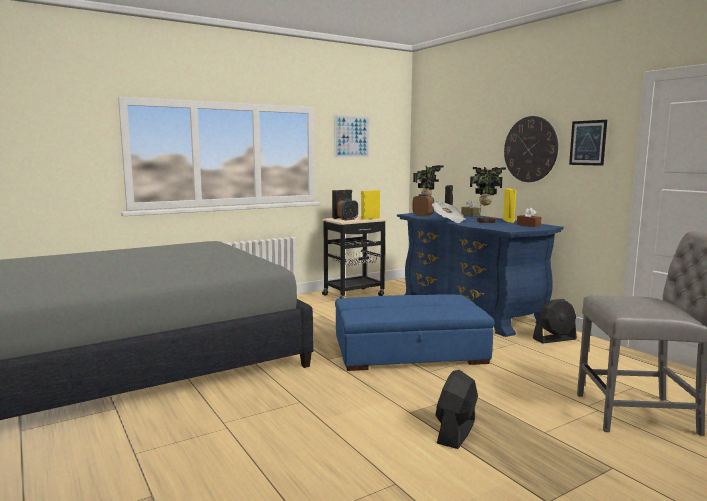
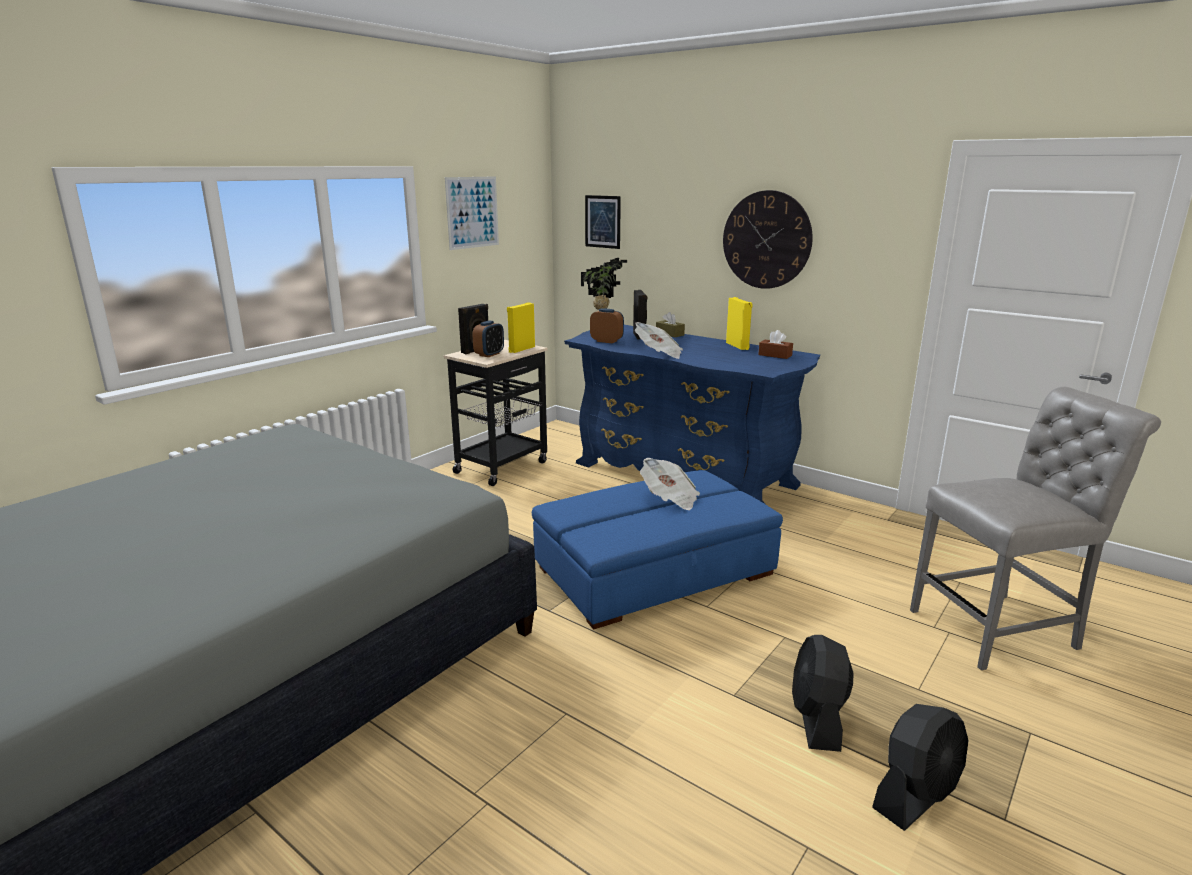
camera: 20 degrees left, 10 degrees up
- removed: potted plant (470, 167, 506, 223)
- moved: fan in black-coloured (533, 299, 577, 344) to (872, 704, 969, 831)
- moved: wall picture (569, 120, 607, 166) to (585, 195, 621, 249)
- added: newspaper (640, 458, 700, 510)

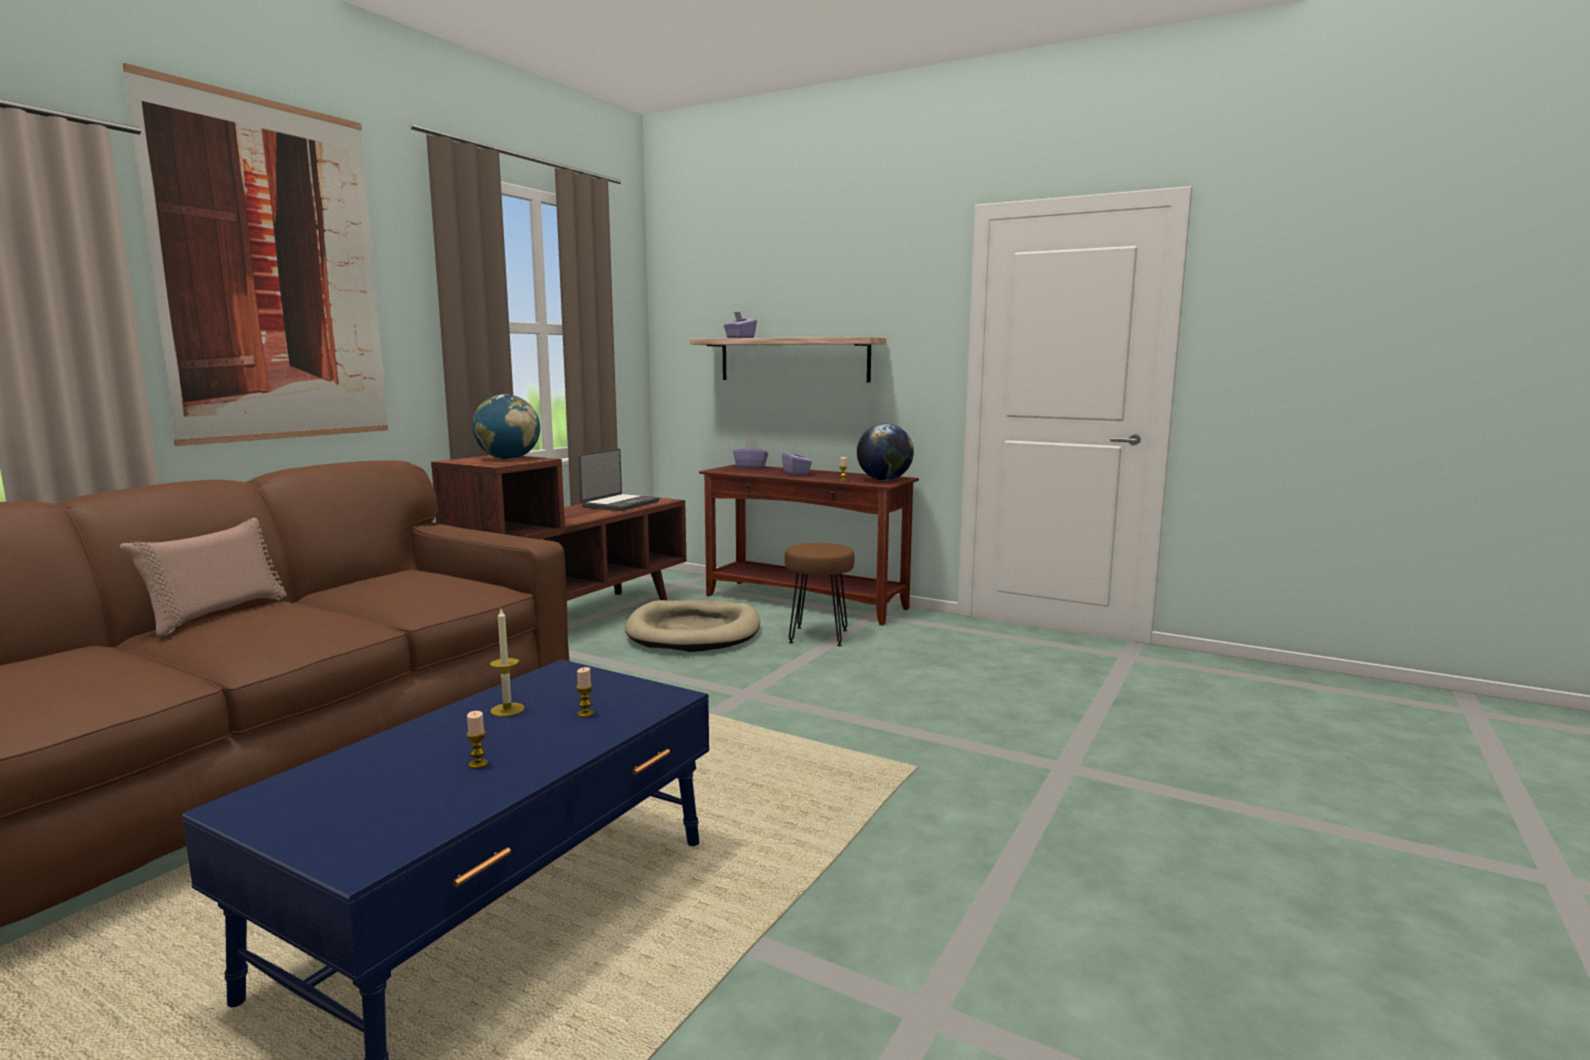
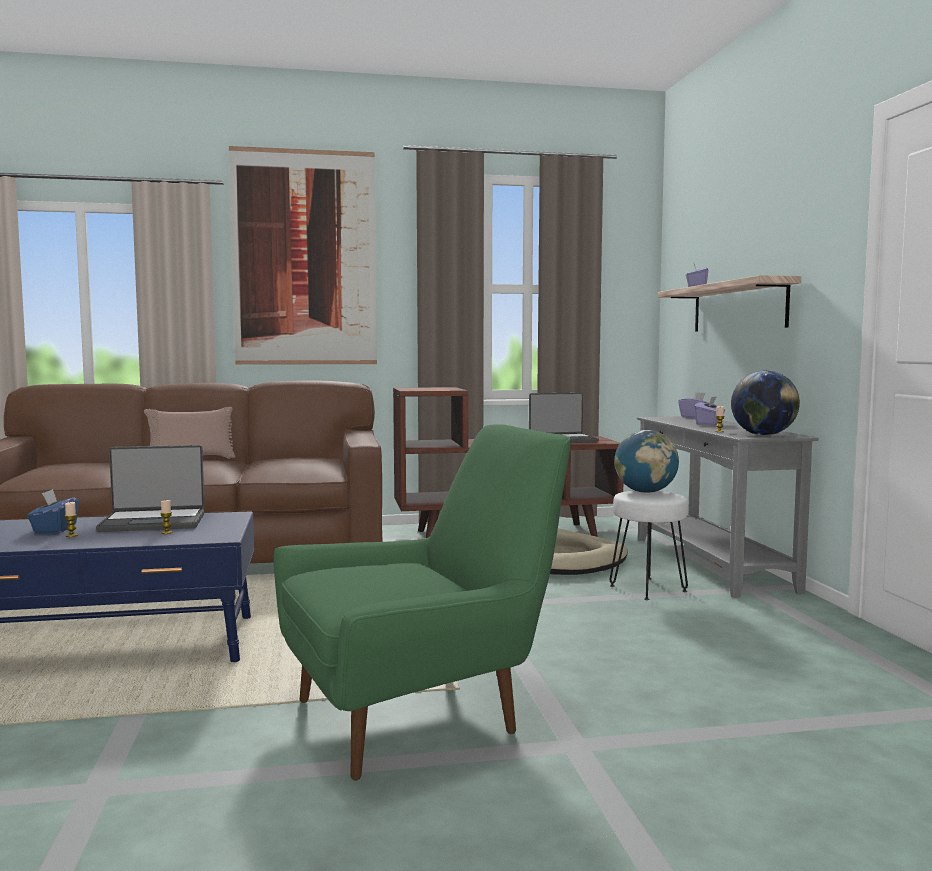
camera: 50 degrees right, 5 degrees down
- moved: desk globe (472, 394, 540, 459) to (614, 430, 679, 493)
- replaced: candle (490, 609, 525, 717) to laptop (96, 445, 205, 532)
- recoloured: hall table in brownish (699, 464, 919, 626) to hall table in gray (637, 416, 818, 598)
- recoloured: sitting stool in brownish (785, 543, 854, 646) to sitting stool in white-coloured (610, 491, 688, 600)
- added: box of tissues in blue-coloured (27, 489, 79, 534)
- added: easy chair in greenish (274, 424, 571, 781)

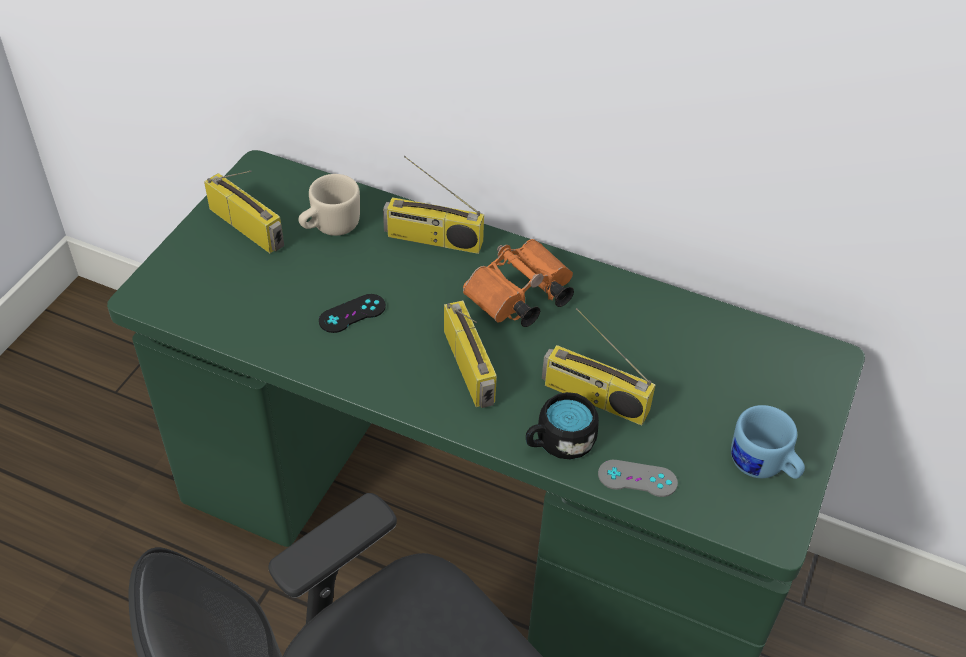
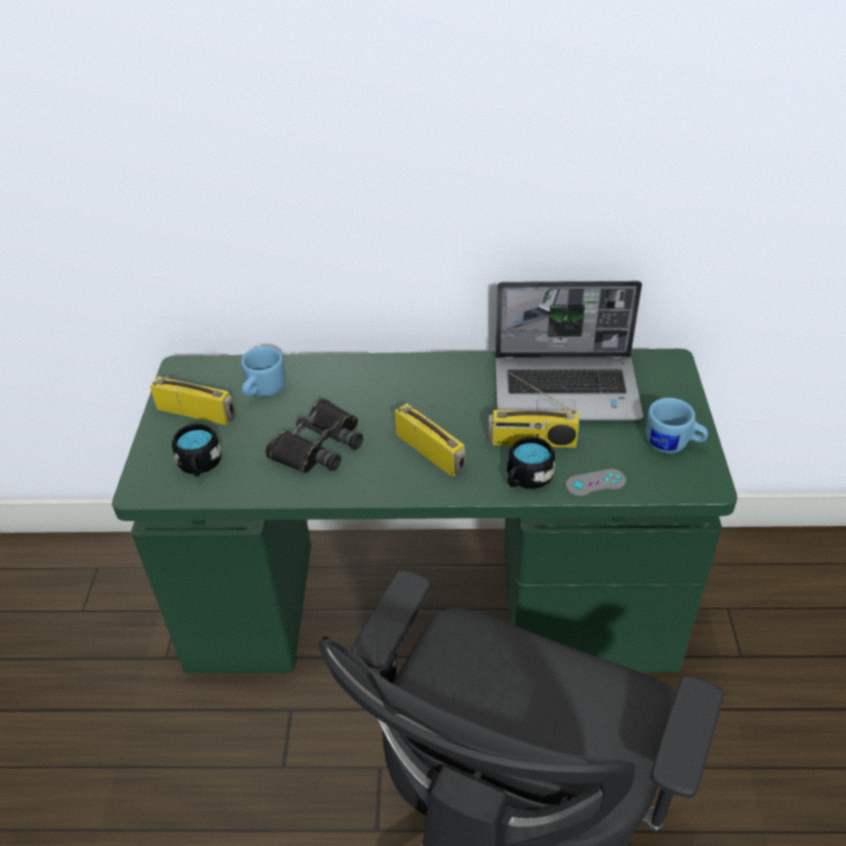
camera: 20 degrees left, 5 degrees down
- recoloured: mug in beige-coloured (298, 174, 360, 236) to mug in blue-coloured (241, 346, 285, 397)
- replaced: gamepad in black-coloured (319, 294, 386, 333) to field glasses in black-coloured (265, 398, 363, 473)
- removed: radio (383, 156, 484, 254)
- removed: field glasses in orange (463, 239, 574, 327)
- added: mug in black-coloured (172, 424, 222, 477)
- added: laptop (495, 281, 643, 420)

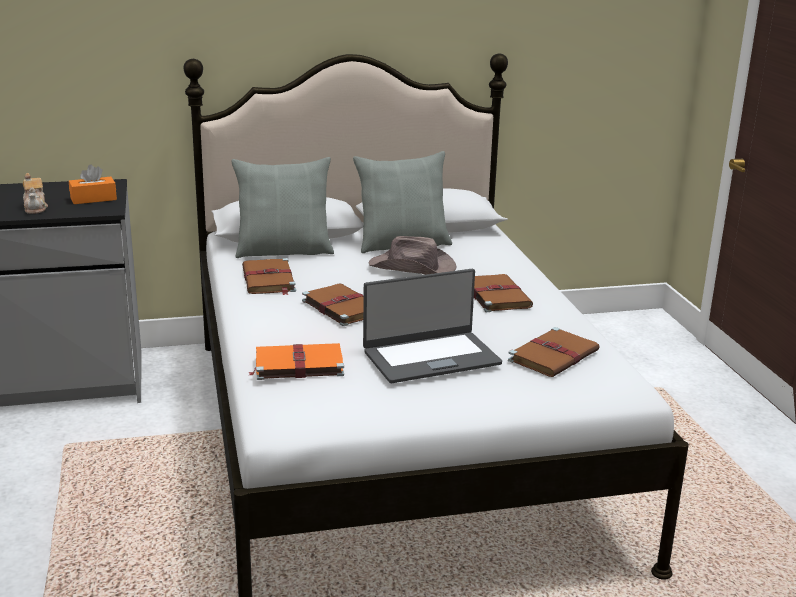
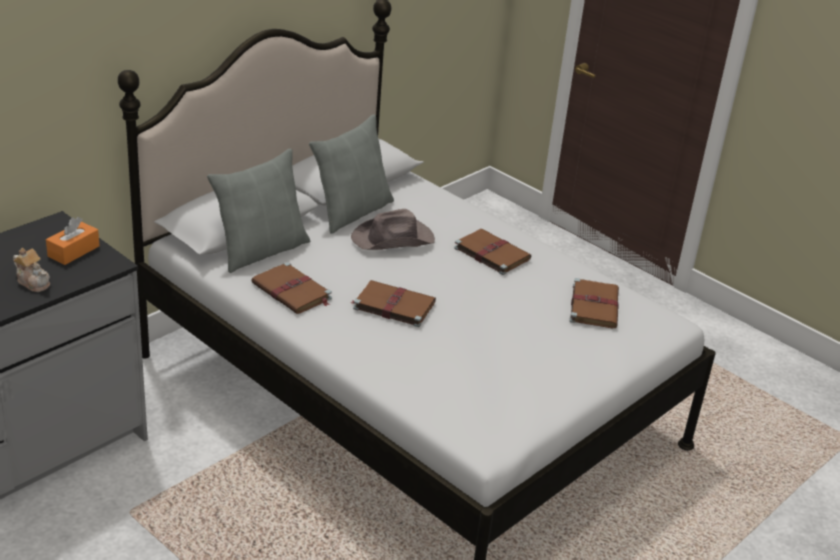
camera: 35 degrees left, 10 degrees up
- removed: volume in orange (248, 343, 344, 380)
- removed: laptop (363, 269, 502, 383)

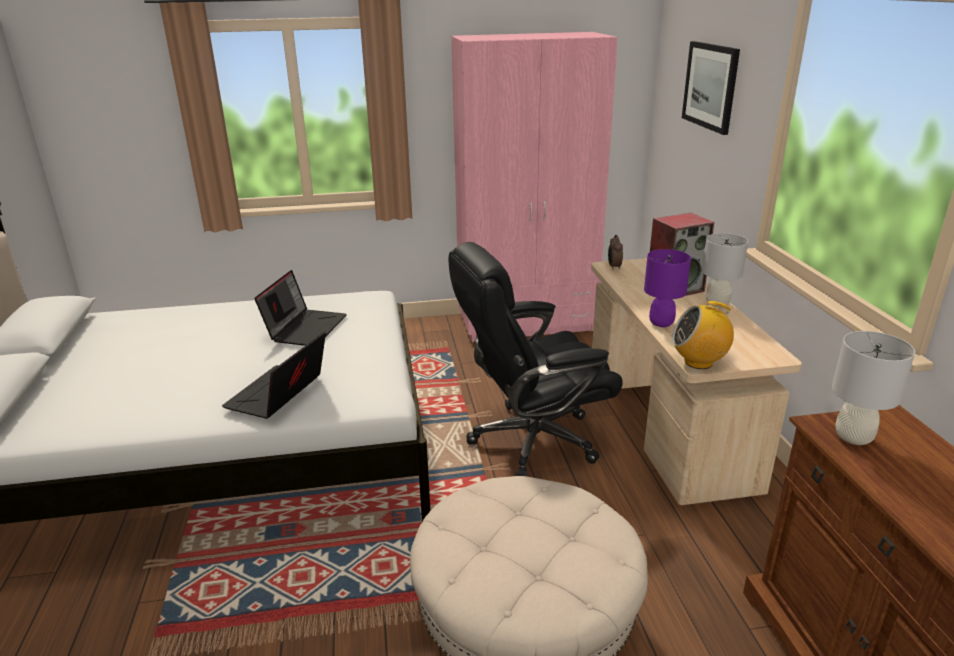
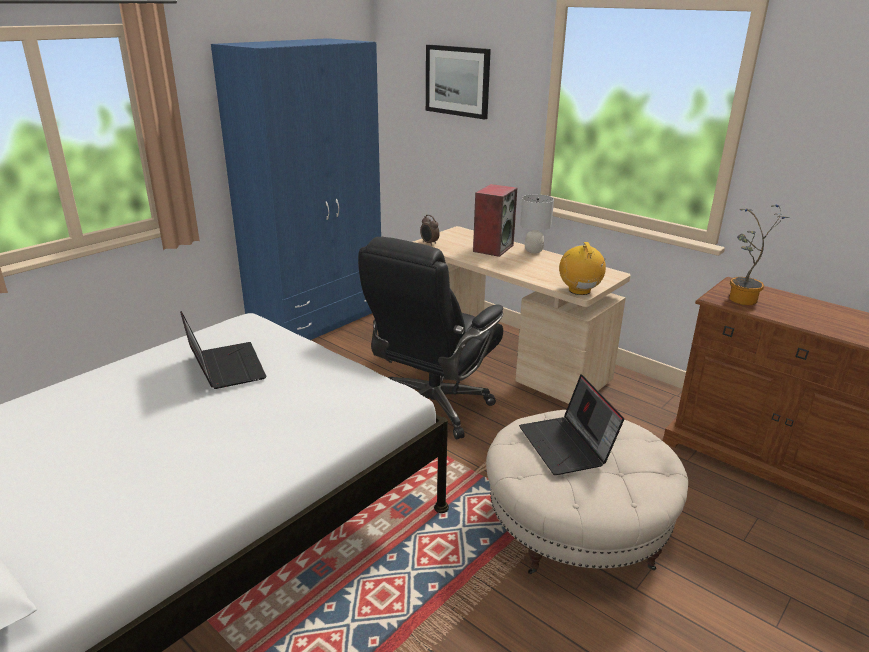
camera: 40 degrees left, 0 degrees up
- moved: laptop (222, 332, 326, 419) to (519, 374, 624, 475)
- recoloured: clothes cupboard in pinkish (451, 32, 618, 342) to clothes cupboard in blue-coloured (211, 38, 381, 340)
- removed: lamp for a table in purplish (644, 249, 691, 327)
- turned: radio (672, 301, 734, 369) = (559, 242, 606, 295) 120 degrees clockwise
- replaced: lamp for a table in gray (832, 331, 915, 445) to potted plant (729, 205, 790, 305)

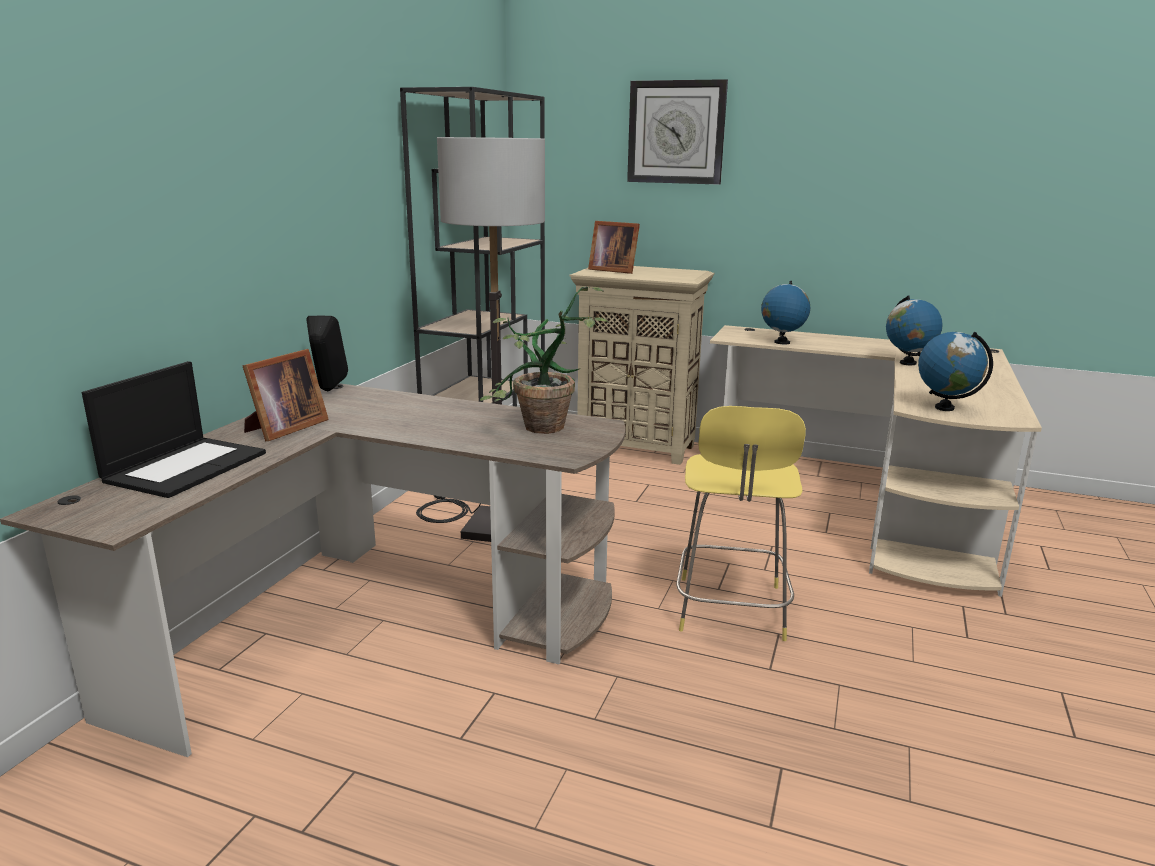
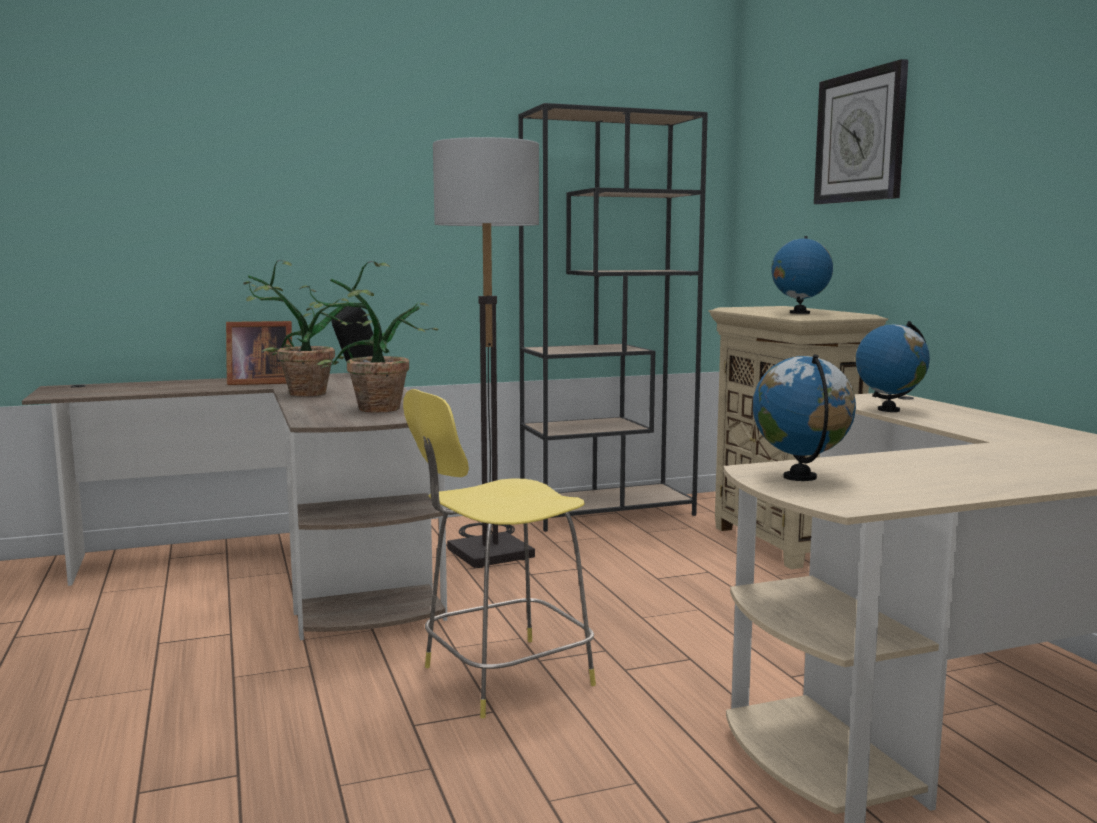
camera: 50 degrees right, 10 degrees down
- removed: laptop (82, 361, 266, 498)
- removed: photo frame (588, 221, 640, 274)
- moved: desk globe (886, 295, 943, 365) to (771, 236, 833, 314)
- added: potted plant (243, 260, 363, 396)

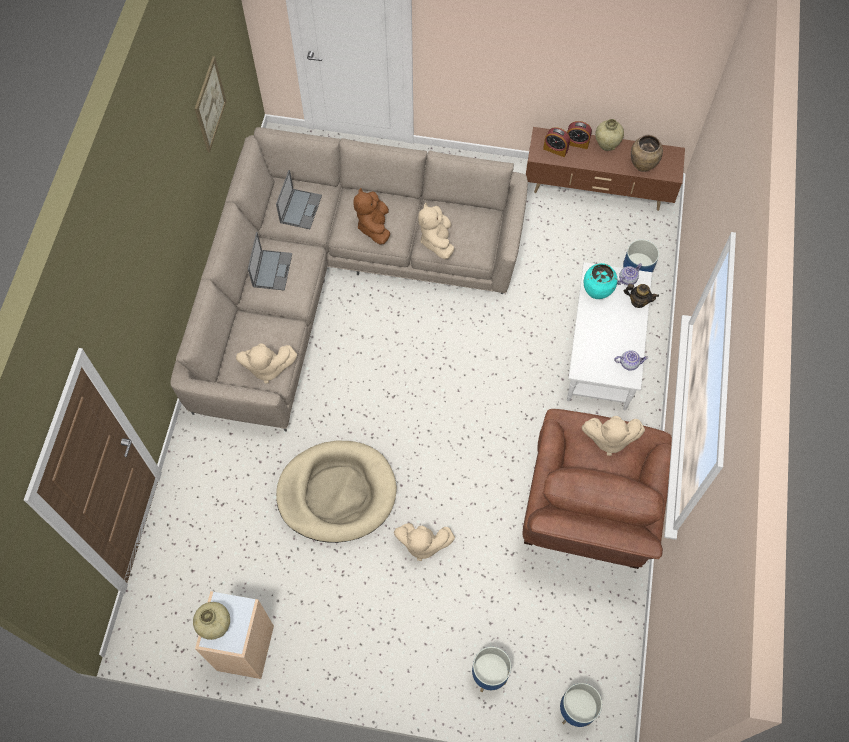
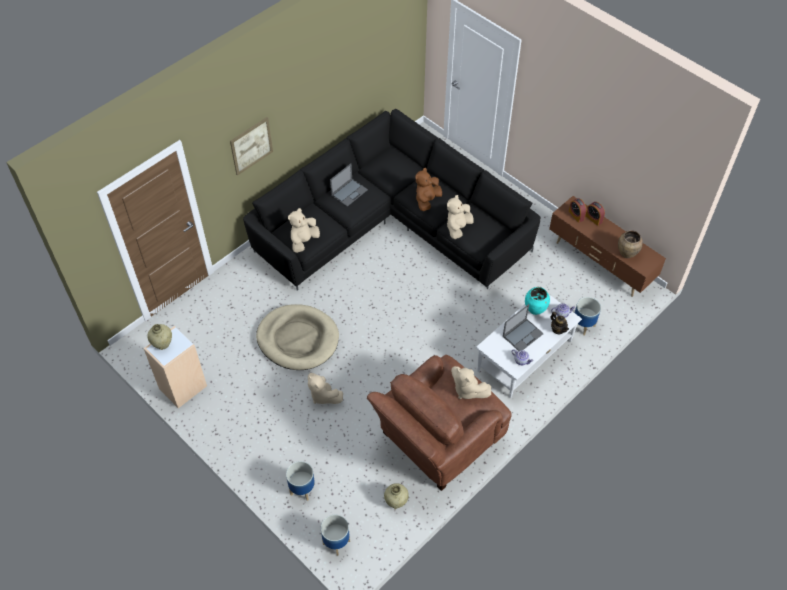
camera: 35 degrees right, 10 degrees down
- recoloured: settee in beige-coloured (170, 127, 528, 432) to settee in black-coloured (243, 109, 541, 291)
- moved: wall picture (195, 56, 227, 153) to (230, 117, 273, 176)
- turned: cuddly toy in beige-coloured (236, 343, 297, 384) = (288, 208, 320, 253) 90 degrees clockwise
- moved: laptop (276, 170, 322, 229) to (503, 304, 544, 351)
- moved: vase in beige-coloured (595, 119, 624, 151) to (384, 483, 409, 509)

